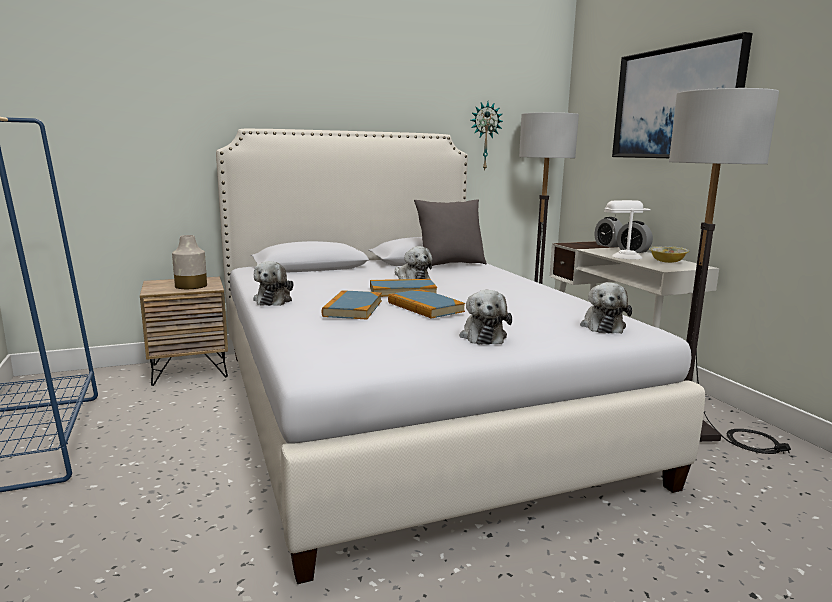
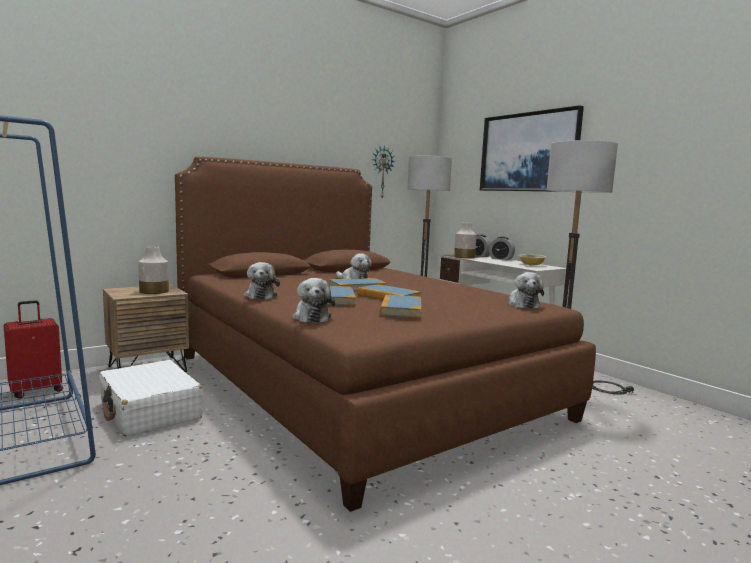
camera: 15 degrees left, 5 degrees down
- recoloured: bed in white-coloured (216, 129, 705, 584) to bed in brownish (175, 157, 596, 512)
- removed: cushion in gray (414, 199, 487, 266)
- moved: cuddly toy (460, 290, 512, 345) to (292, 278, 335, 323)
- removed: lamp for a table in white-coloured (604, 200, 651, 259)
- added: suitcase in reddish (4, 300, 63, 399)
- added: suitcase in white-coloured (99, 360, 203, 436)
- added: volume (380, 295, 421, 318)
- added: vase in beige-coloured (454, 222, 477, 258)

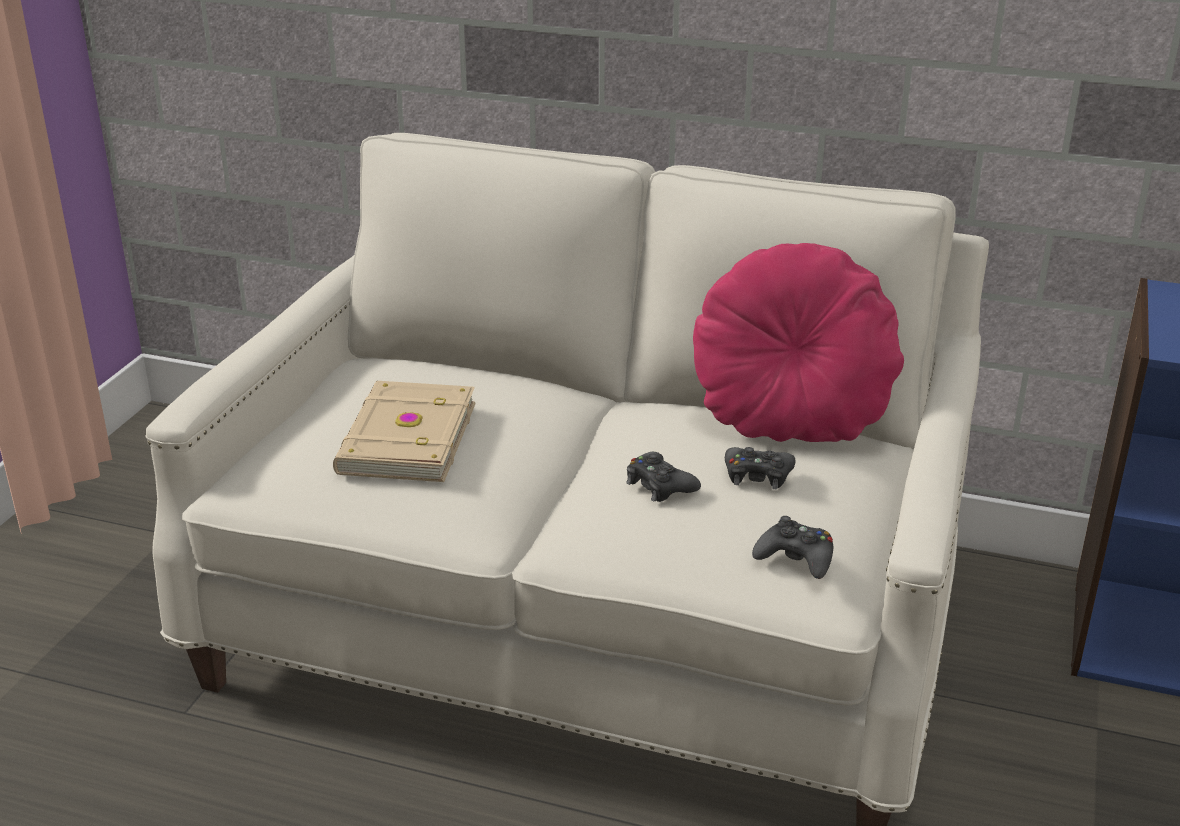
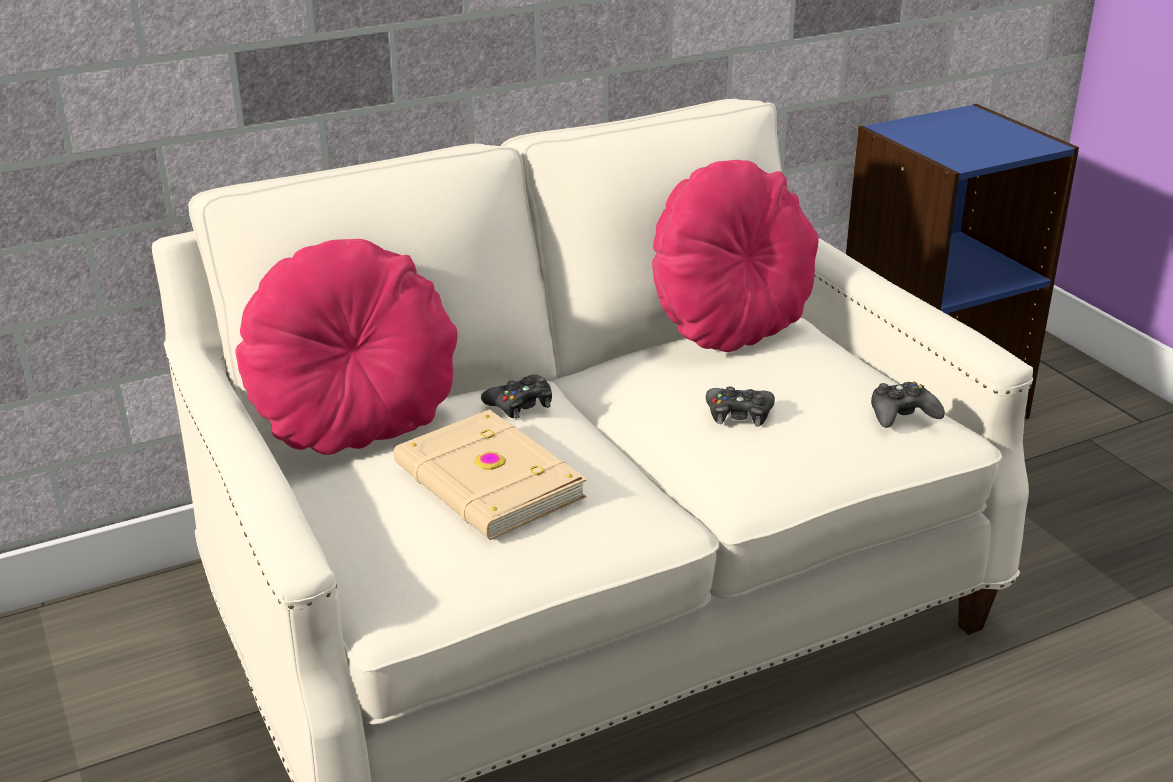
camera: 45 degrees left, 0 degrees up
- moved: gamepad in black-coloured (725, 447, 796, 489) to (481, 374, 552, 419)
- added: cushion in pinkish (236, 239, 457, 455)

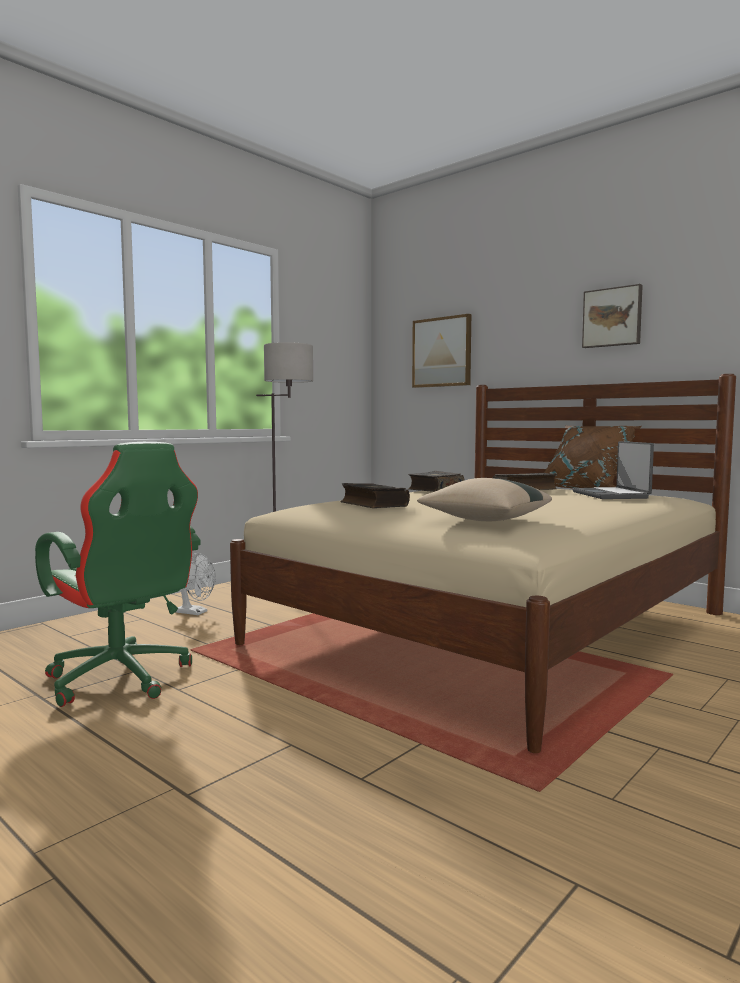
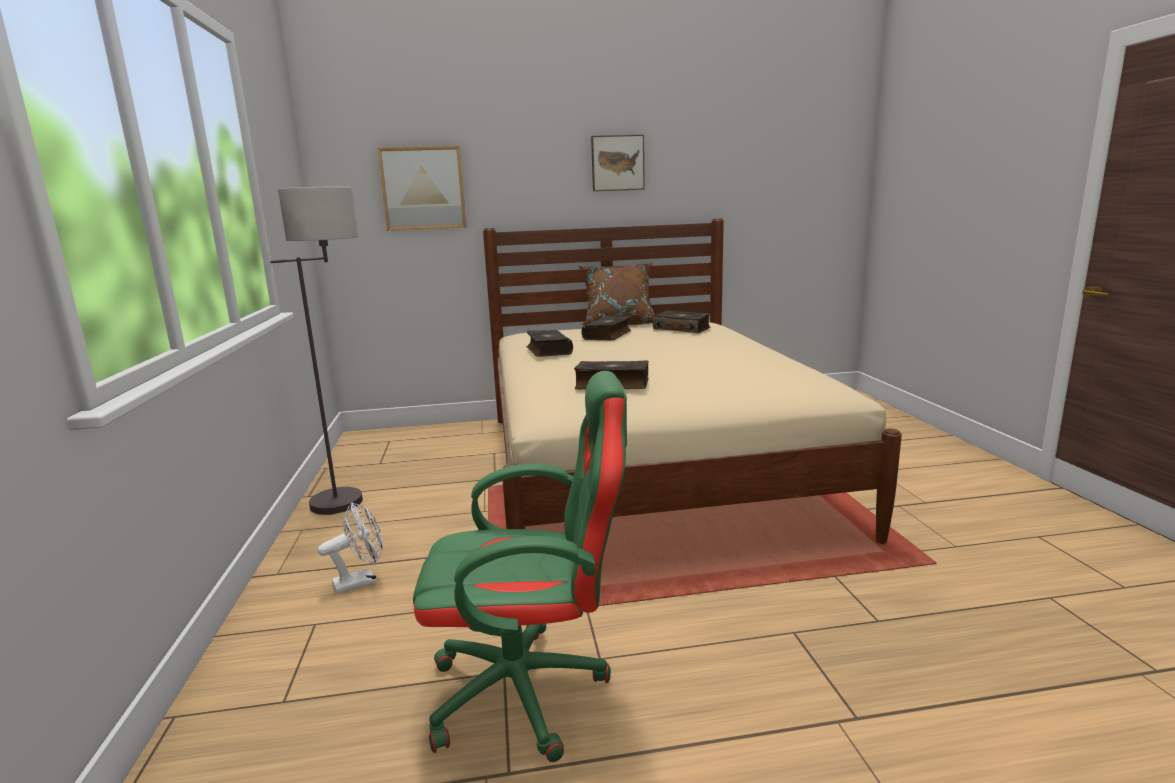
camera: 50 degrees left, 10 degrees up
- removed: cushion in beige-coloured (417, 478, 552, 521)
- replaced: laptop (573, 441, 654, 499) to volume (653, 310, 710, 333)

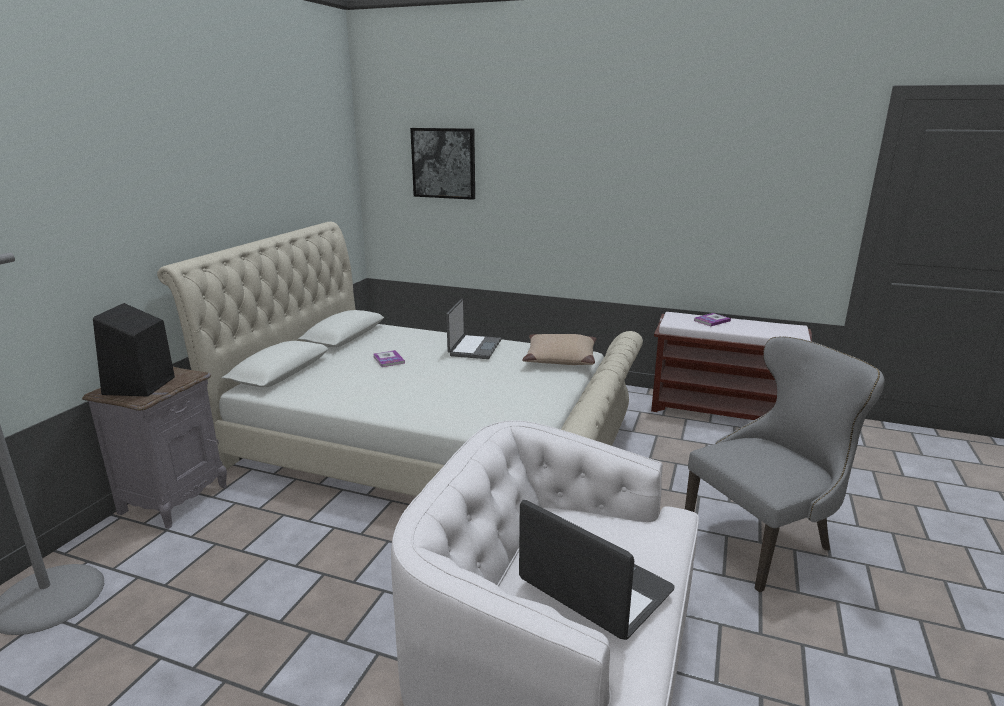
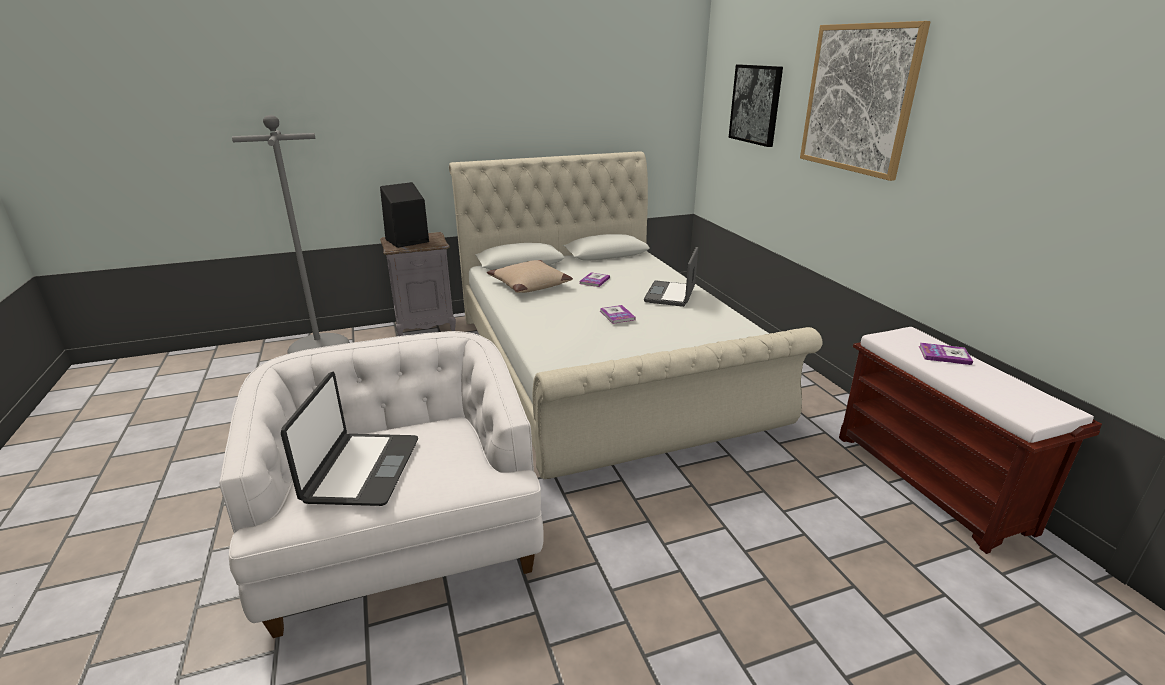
camera: 50 degrees right, 5 degrees up
- turned: laptop (446, 299, 501, 359) = (644, 247, 698, 307) 135 degrees clockwise
- moved: cushion in beige-coloured (522, 334, 597, 365) to (487, 260, 573, 293)
- removed: chair in gray (685, 337, 885, 592)
- added: volume (600, 305, 636, 324)
- added: wall picture (800, 21, 931, 181)

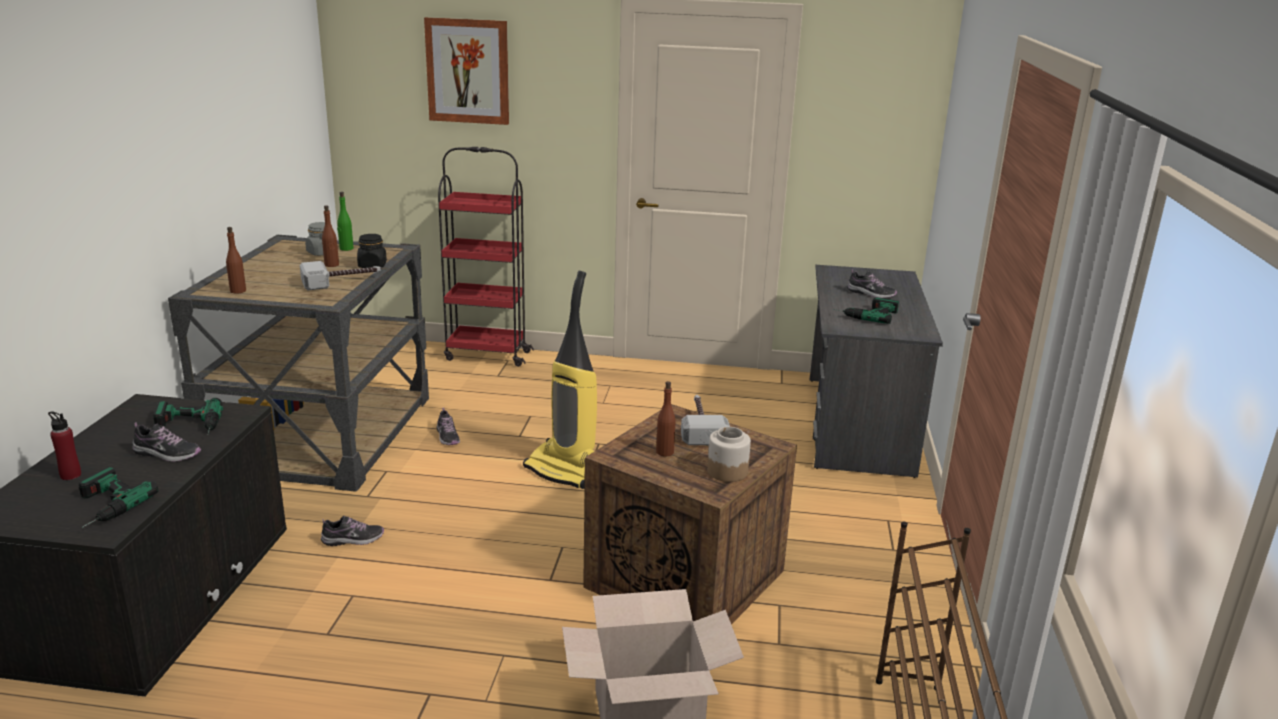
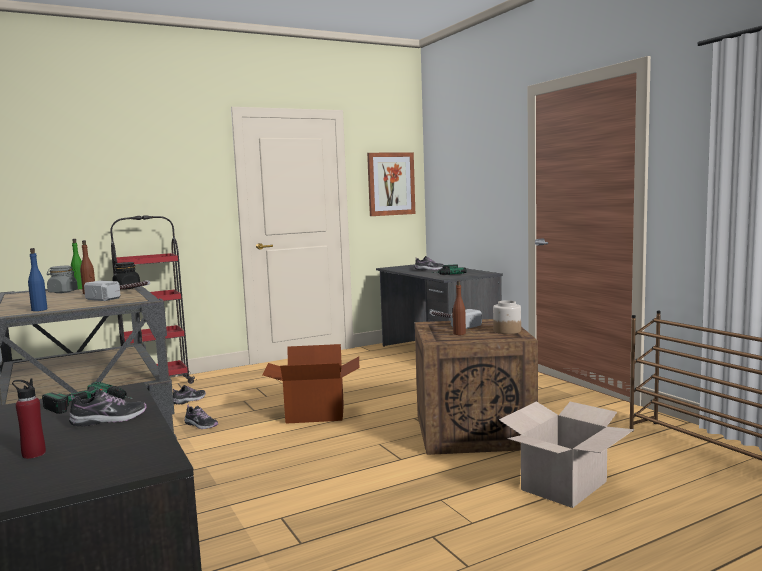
camera: 35 degrees left, 15 degrees down
- removed: electric drill (79, 467, 158, 528)
- recoloured: beverage bottle in brownish (226, 227, 246, 294) to beverage bottle in blue-coloured (28, 248, 47, 311)
- moved: shoe (321, 516, 384, 546) to (173, 385, 206, 405)
- moved: wall picture (424, 17, 509, 125) to (367, 153, 415, 216)
- replaced: vacuum (523, 271, 597, 489) to packing box (262, 344, 359, 424)

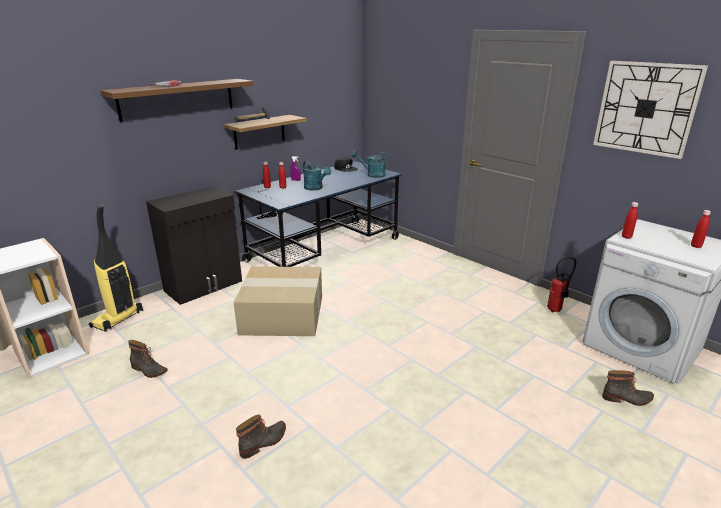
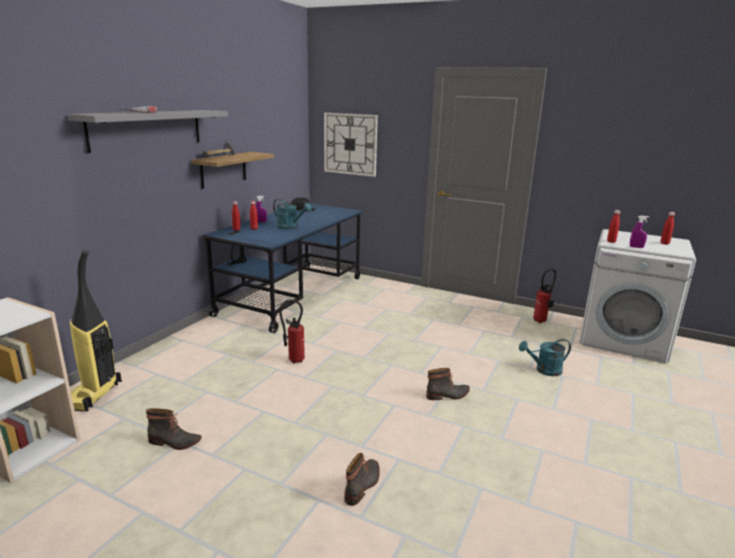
camera: 20 degrees left, 5 degrees down
- recoloured: bracket shelf in brownish (101, 79, 253, 122) to bracket shelf in gray (68, 110, 228, 153)
- removed: cupboard in black-coloured (146, 186, 242, 305)
- replaced: packing box (234, 266, 322, 336) to extinguisher (279, 300, 305, 364)
- moved: watering pot in turquoise-coloured (352, 151, 390, 178) to (519, 339, 571, 376)
- moved: hanging clock (593, 61, 708, 159) to (324, 113, 378, 177)
- moved: tall boot (602, 370, 654, 406) to (426, 368, 470, 400)
- added: hand sprayer in purplish (630, 216, 649, 248)

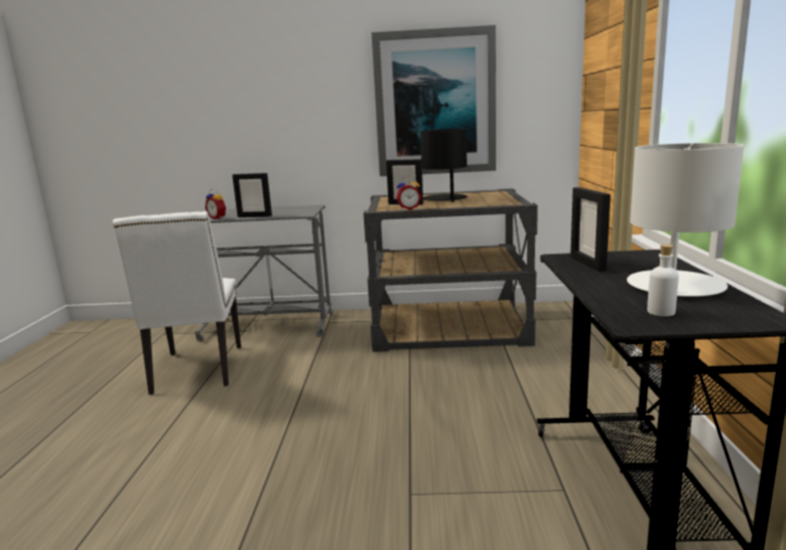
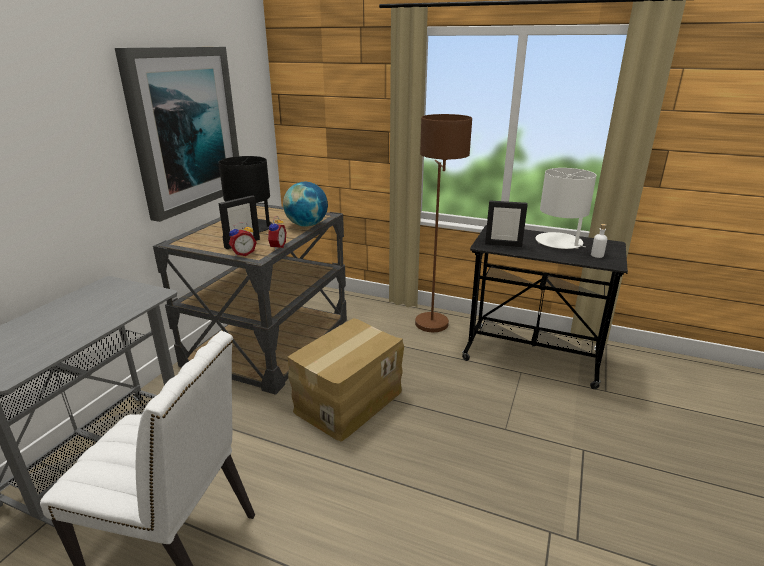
camera: 70 degrees left, 10 degrees up
- moved: bedside clock (205, 189, 226, 219) to (229, 222, 257, 256)
- removed: photo frame (232, 173, 272, 217)
- added: desk globe (283, 182, 328, 227)
- added: packing box (288, 318, 404, 442)
- added: standard lamp in brownish (415, 114, 472, 332)

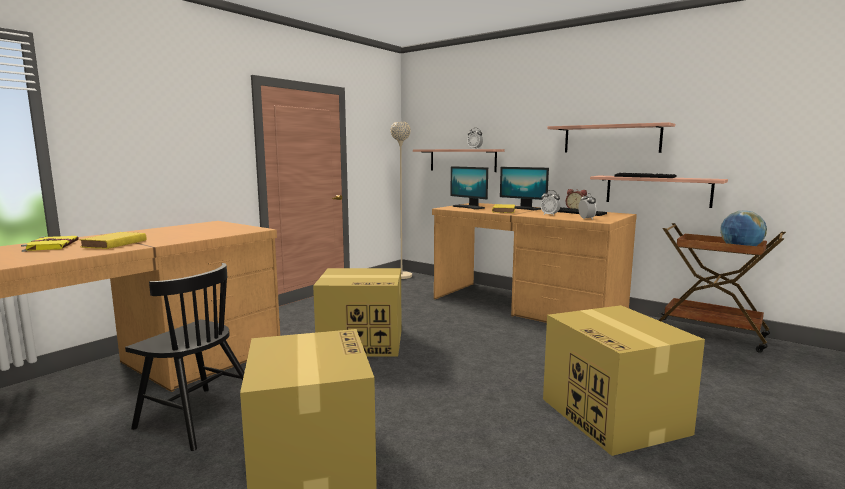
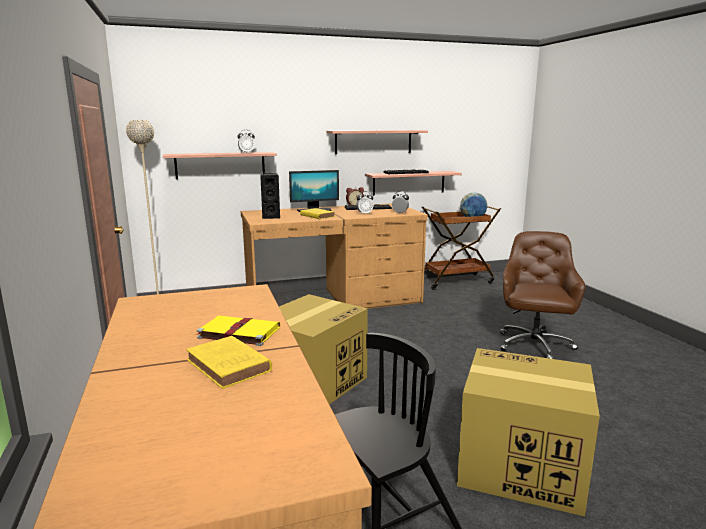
camera: 55 degrees left, 5 degrees up
- moved: volume in yellow-coloured (21, 236, 79, 252) to (197, 315, 280, 346)
- replaced: computer screen (450, 166, 488, 209) to audio speaker in black-coloured (260, 173, 280, 219)
- replaced: packing box (543, 305, 705, 456) to computer chair in brownish (500, 231, 585, 359)

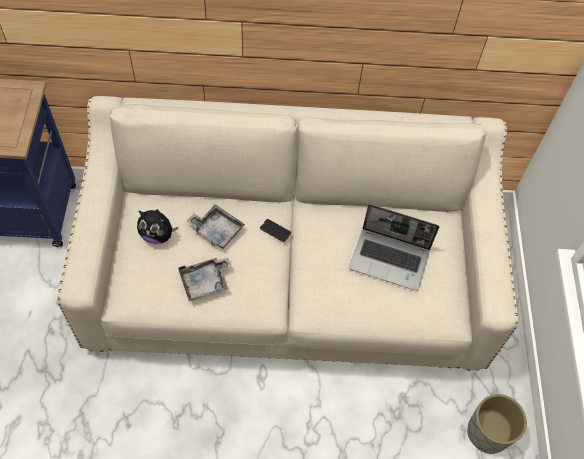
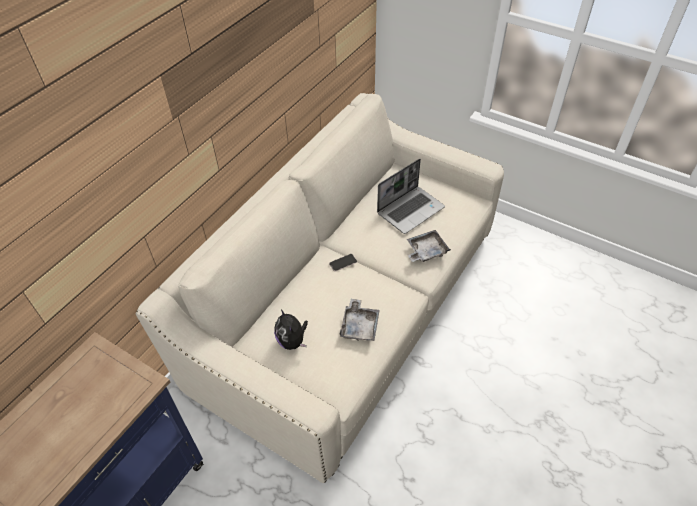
camera: 55 degrees left, 10 degrees down
- turned: cuddly toy (137, 209, 178, 244) = (274, 309, 308, 350) 105 degrees clockwise
- moved: carrying tray in gray (187, 204, 245, 249) to (407, 230, 451, 262)
- removed: flower pot in gray (467, 394, 527, 454)

